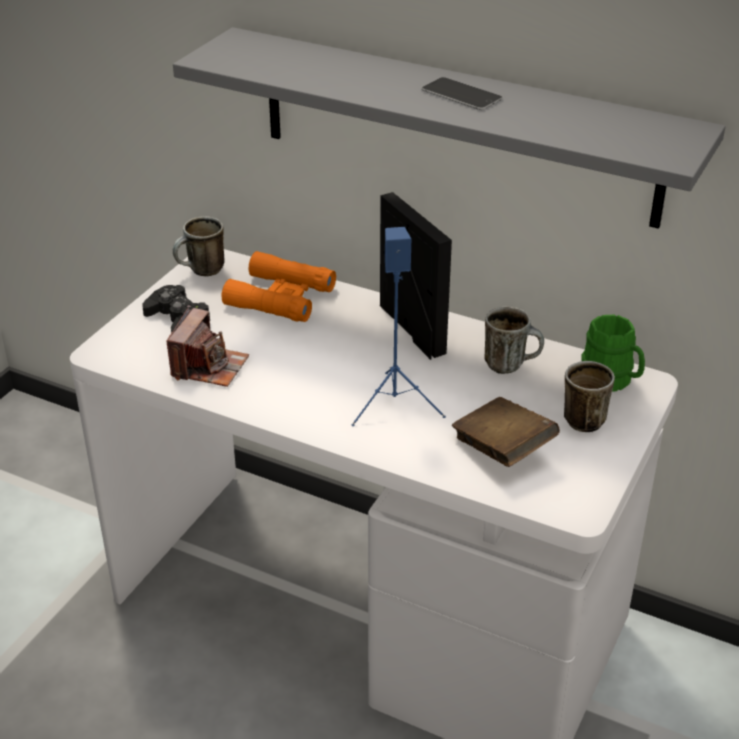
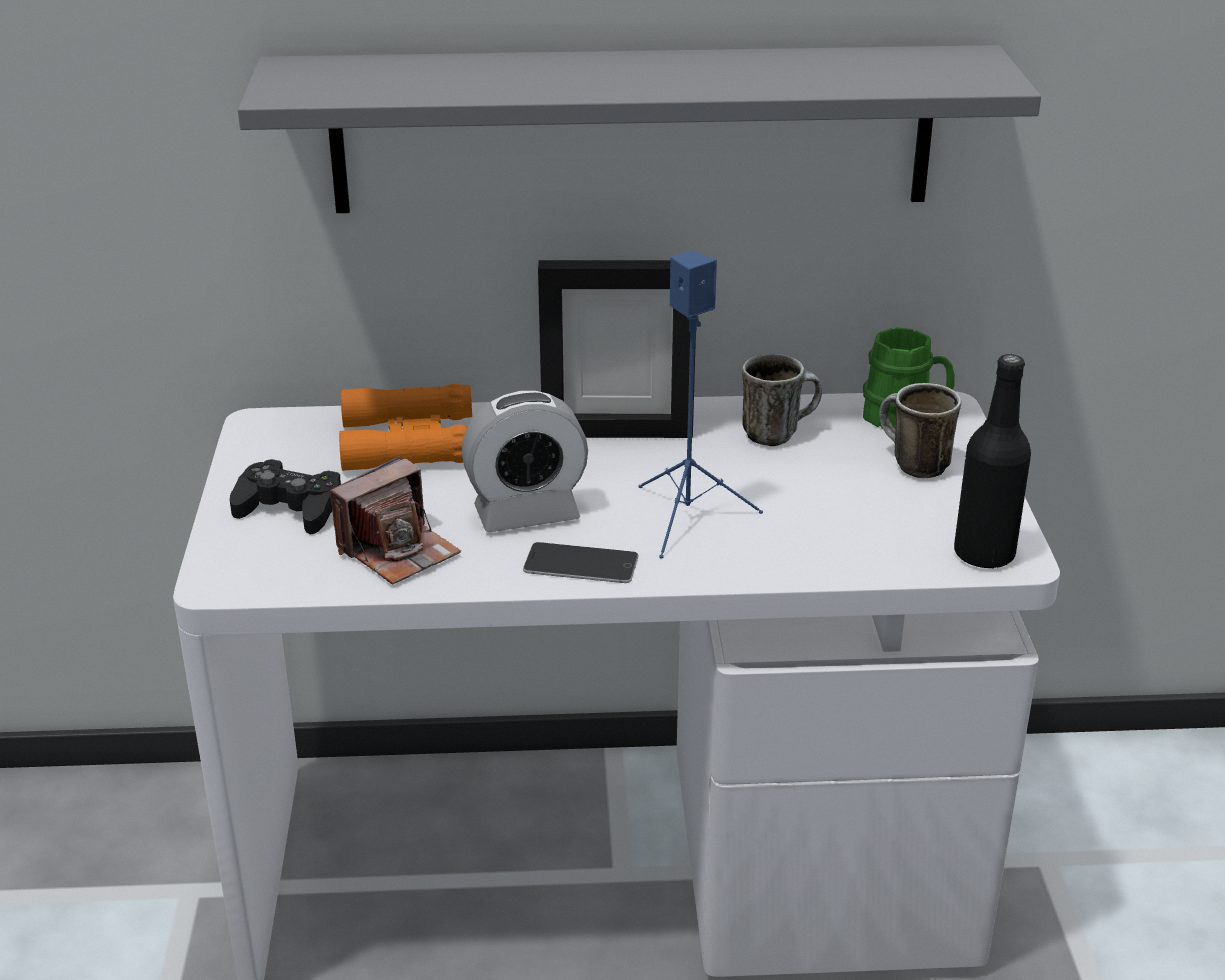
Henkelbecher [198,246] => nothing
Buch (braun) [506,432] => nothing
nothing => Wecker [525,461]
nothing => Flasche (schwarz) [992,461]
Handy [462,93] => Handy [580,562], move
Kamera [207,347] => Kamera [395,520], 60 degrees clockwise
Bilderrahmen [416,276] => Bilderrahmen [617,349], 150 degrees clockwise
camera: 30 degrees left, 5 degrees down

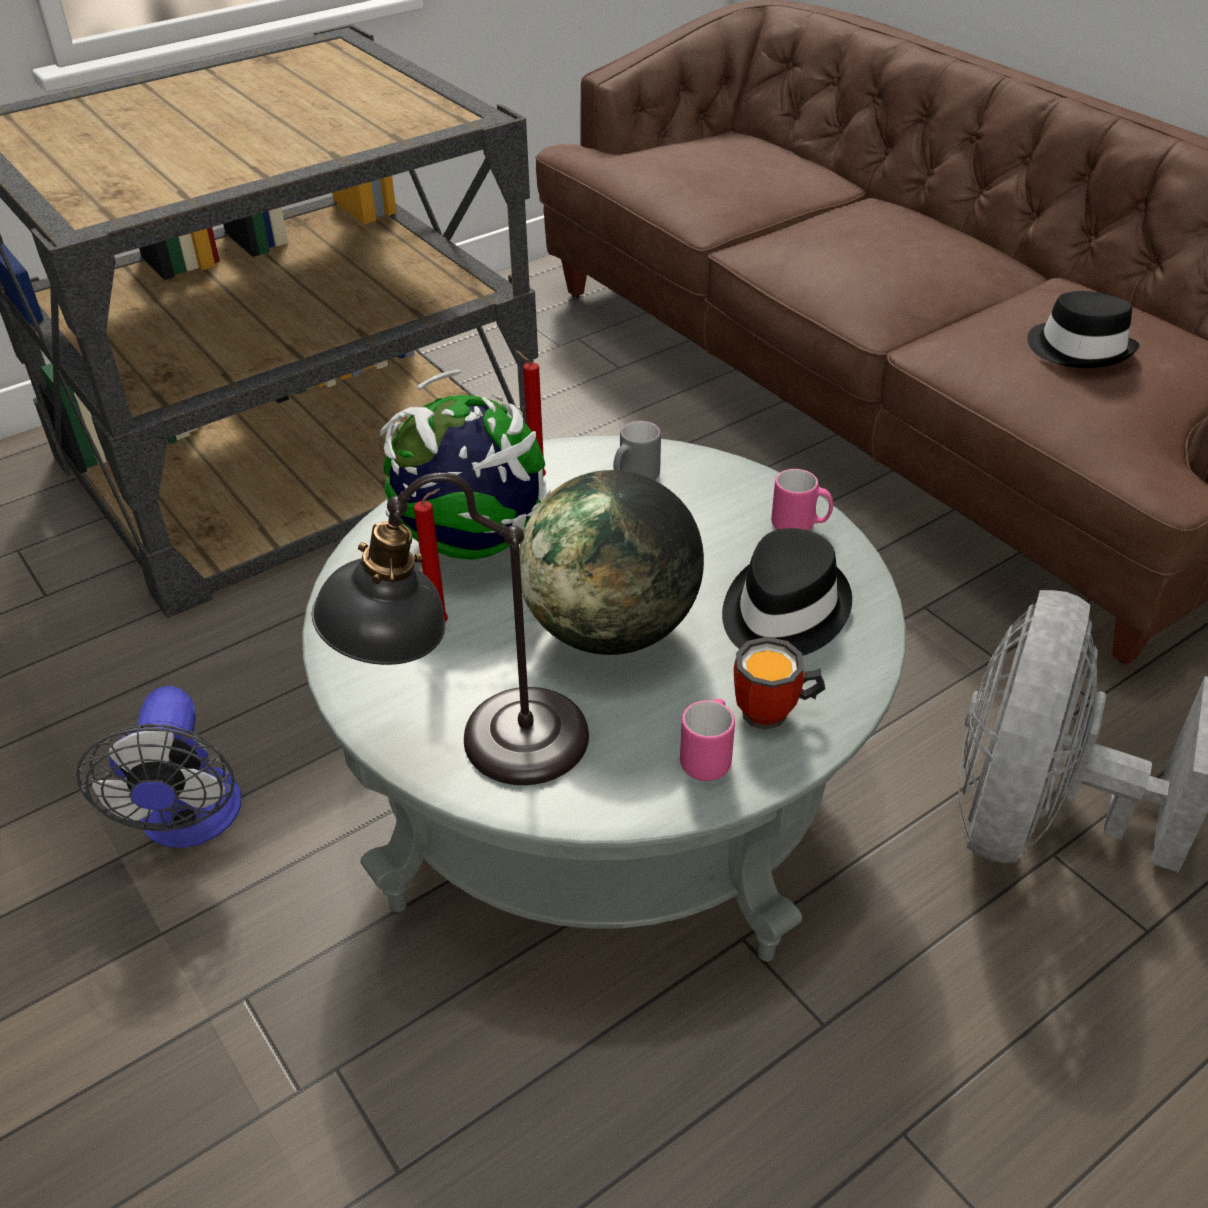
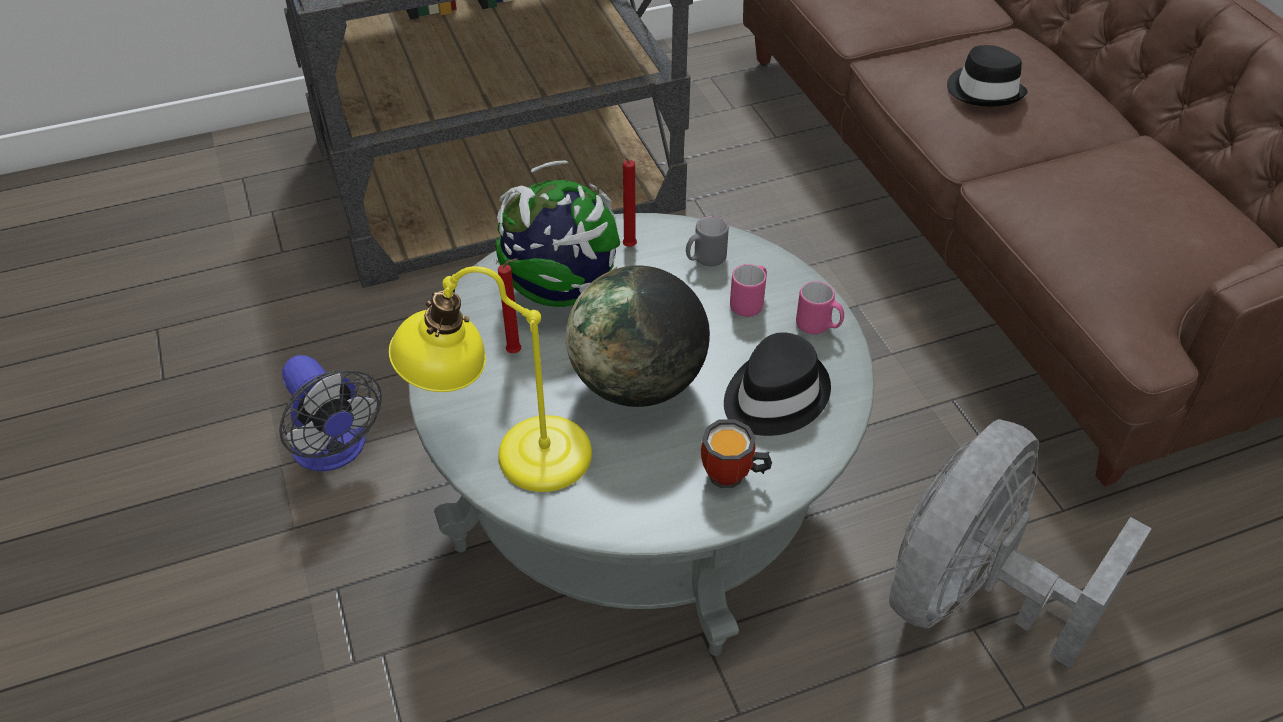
Henkelbecher (rosa) [707,739] => Henkelbecher (rosa) [748,290], move
Hut (schwarz) [1083,329] => Hut (schwarz) [987,75], move
Tischlampe (grau) [450,628] => Tischlampe (gelb) [490,379]
Ventilator [158,767] => Ventilator [330,413], 45 degrees counterclockwise
camera: 15 degrees right, 5 degrees up

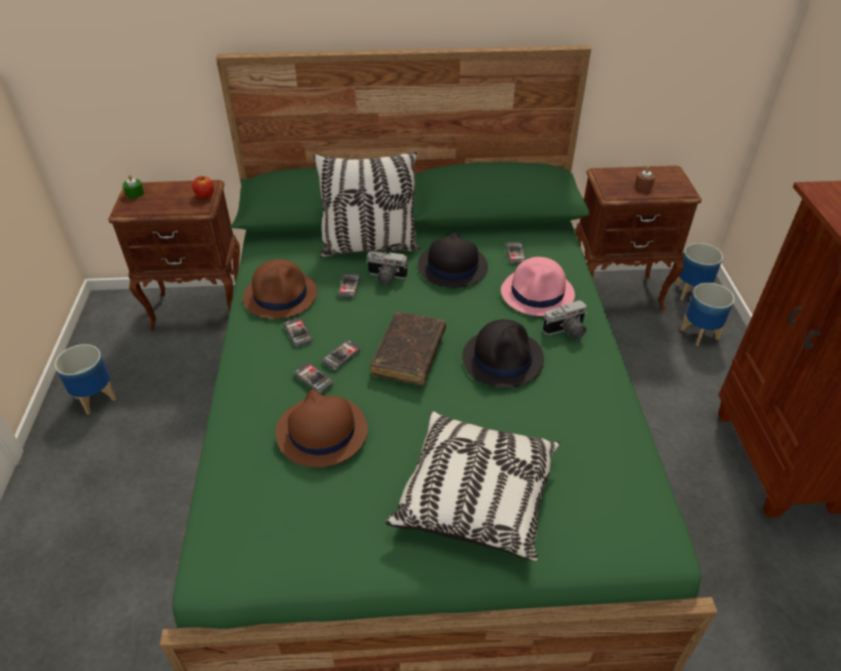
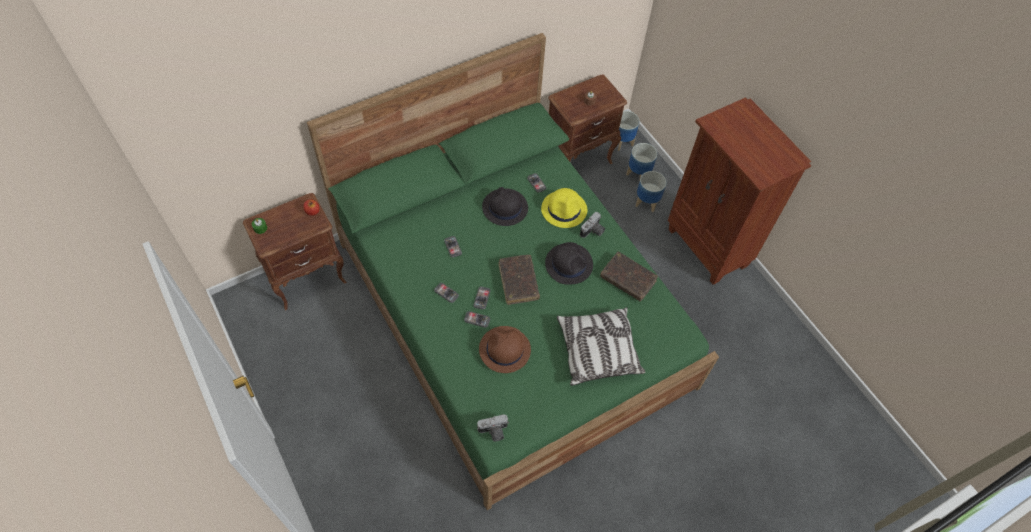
Hut (braun) [280,289] => nothing
Kissen [366,204] => nothing
nothing => Buch (braun) [629,276]
Pflanzkübel [86,379] => Pflanzkübel [651,191], move
Kamera [387,268] => Kamera [493,427], move
Hut (rosa) [538,286] => Hut (gelb) [564,208]
camera: 30 degrees left, 15 degrees up

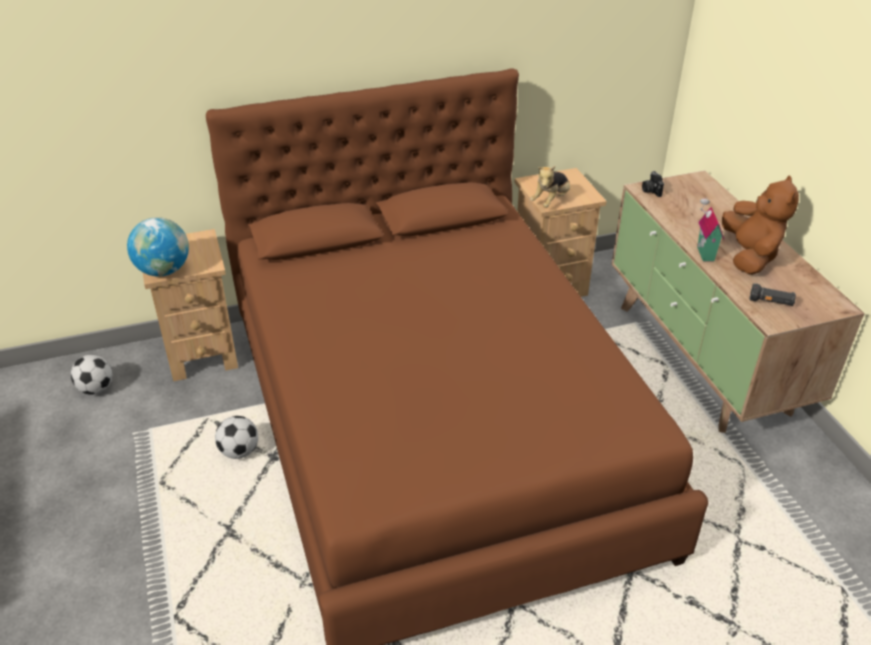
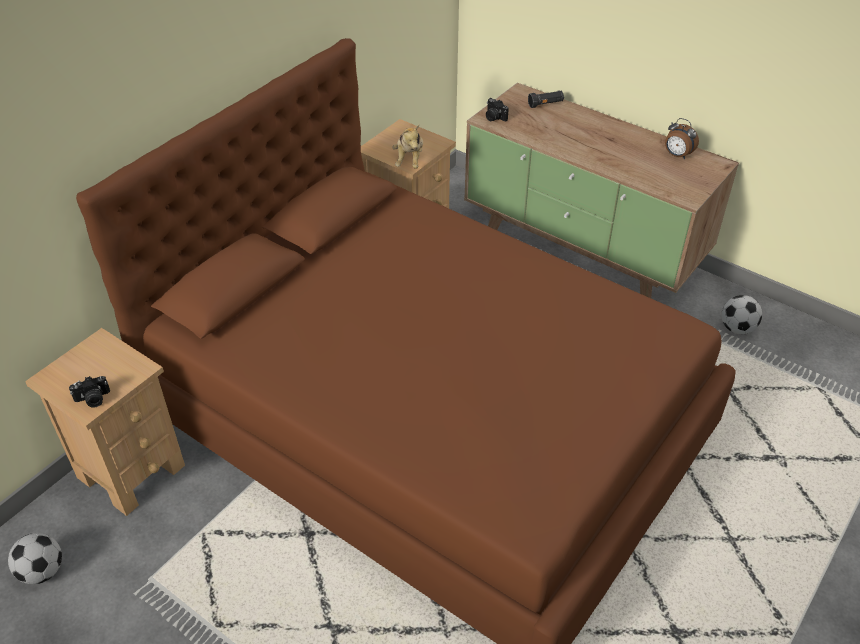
Spielzeughaus [710,229] => nothing
Plüschtier (braun) [760,225] => nothing
nothing => Wecker [682,138]
Fußball [236,437] => Fußball [741,314], move
Taschenlampe (schwarz) [773,294] => Taschenlampe (schwarz) [546,99], move
Globus [158,247] => Kamera [89,392]
camera: 35 degrees left, 5 degrees up

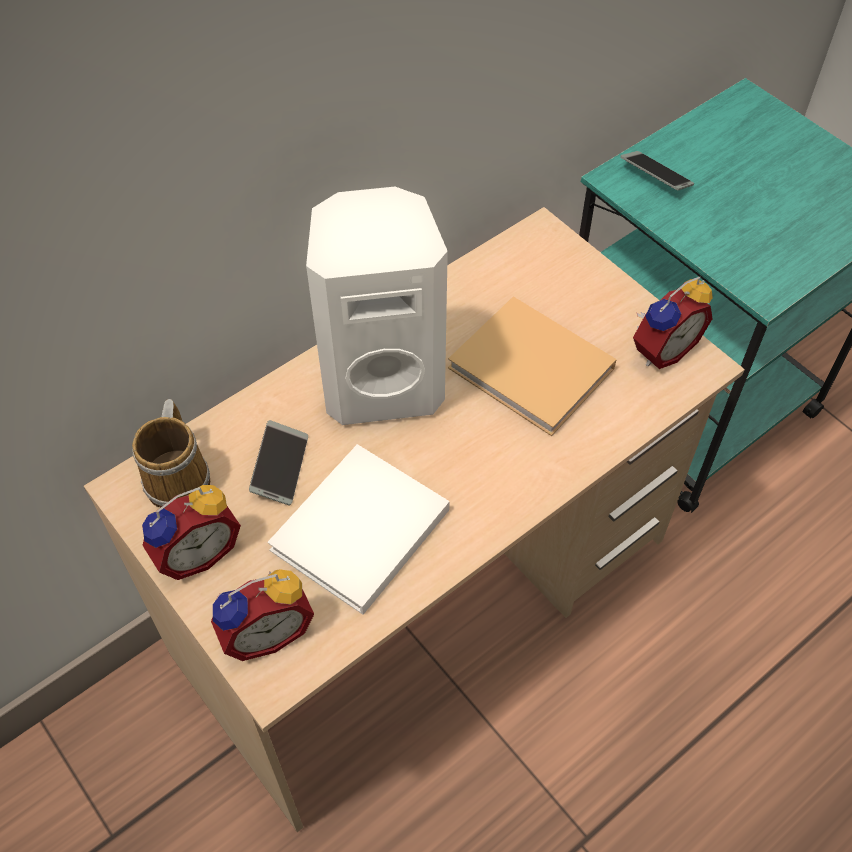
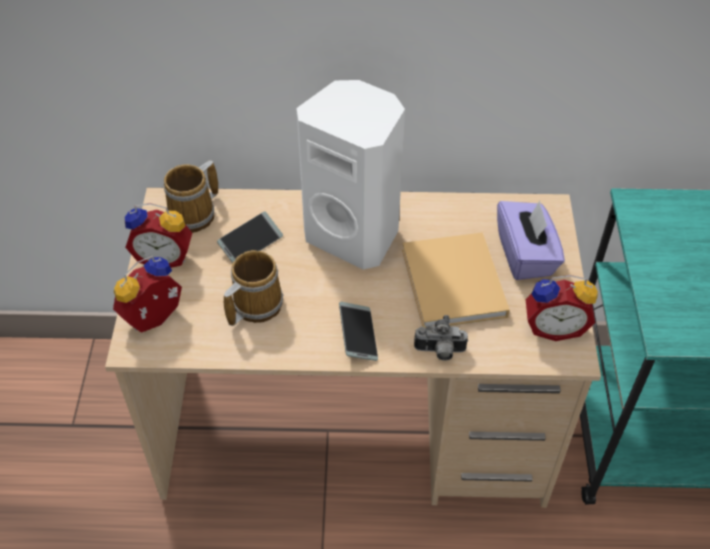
nothing => Kamera [441,338]
nothing => Taschentuchbox (lila) [531,240]
Handy [657,170] => Handy [358,331], move
Buch (weiß) [358,529] => Henkelbecher [253,288]
Wecker [262,615] => Wecker [147,294], 120 degrees clockwise
camera: 40 degrees right, 5 degrees down

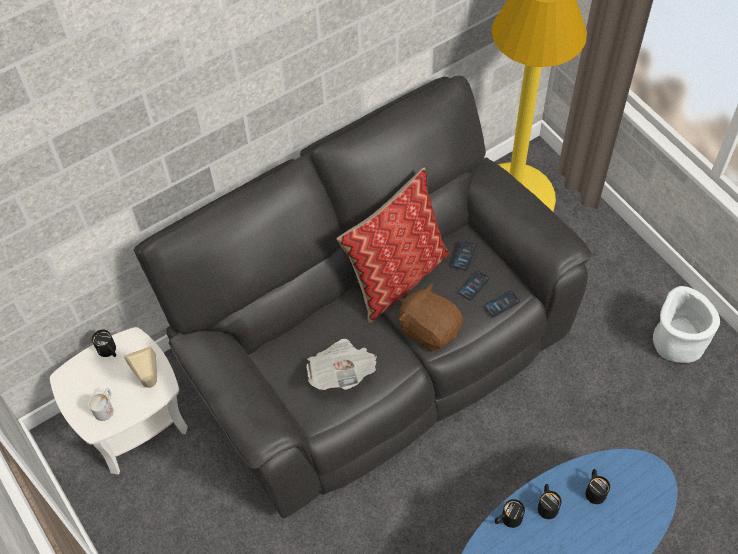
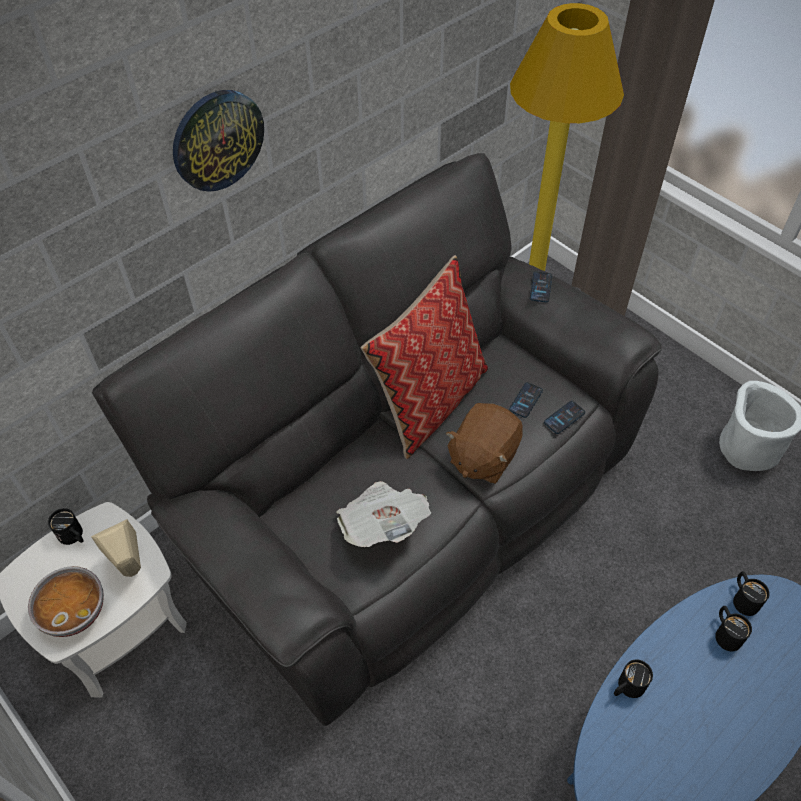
nothing => Wanduhr [218,141]
Handy [464,256] => Handy [541,287], move
Henkelbecher (schwarz) [550,501] => Henkelbecher (schwarz) [751,593], move
Henkelbecher (weiß) [101,404] => Schüssel [66,601]
Plüschtier (braun) [431,317] => Plüschtier (braun) [484,443], 90 degrees counterclockwise
camera: 10 degrees left, 5 degrees down

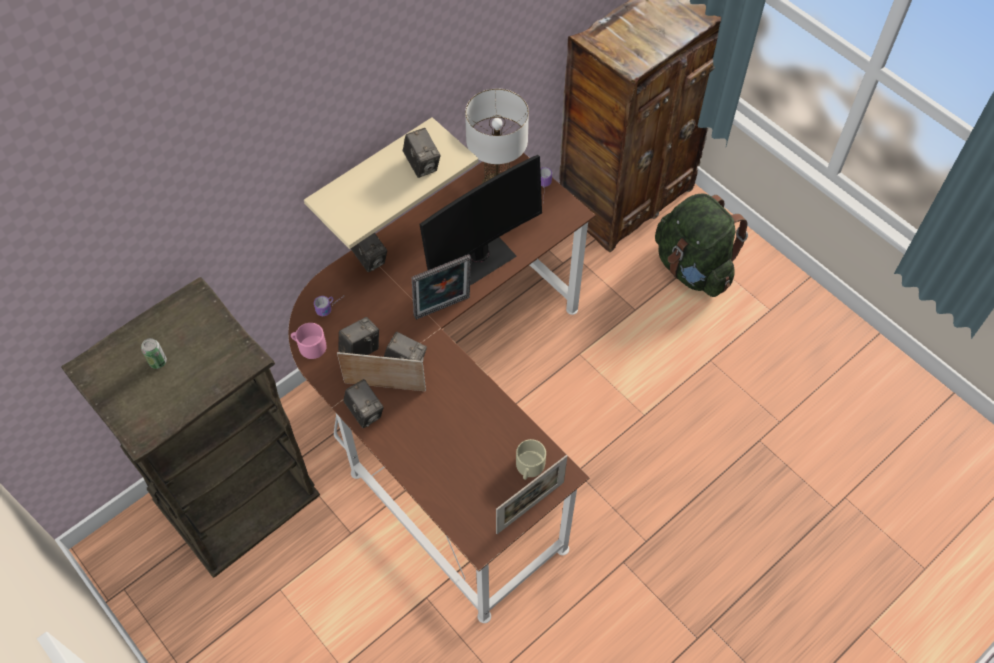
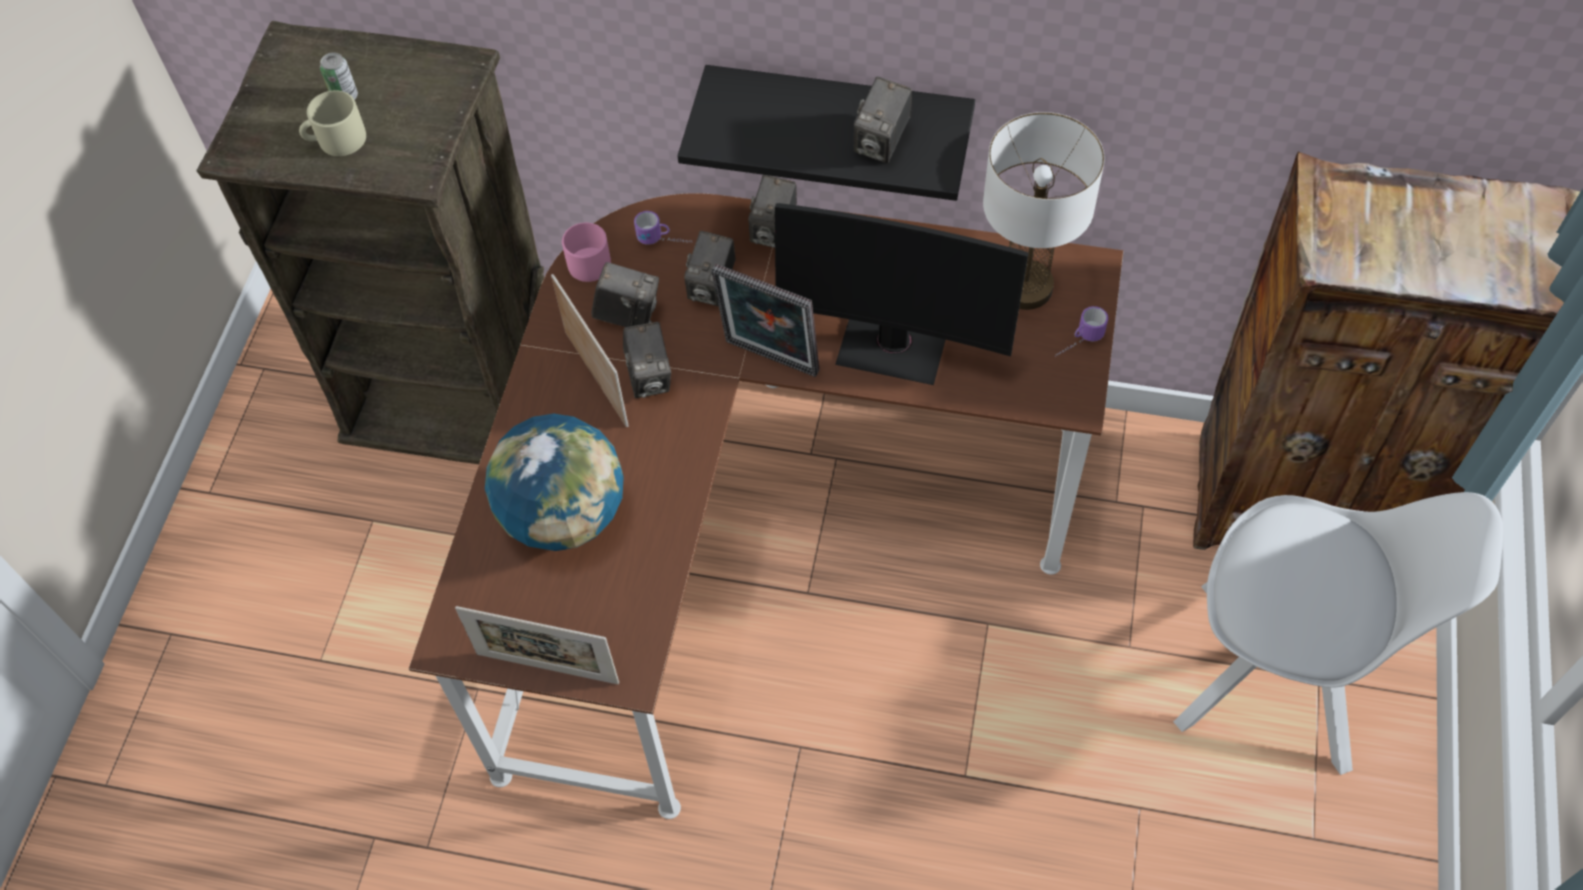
nothing => Globus [554,482]
Kamera [364,403] => Kamera [710,268], move
Henkelbecher (beige) [531,459] => Henkelbecher (beige) [332,123], move
Rucksack (grün) [701,245] => Stuhl (weiß) [1338,633]
Wandregal (beige) [391,183] => Wandregal (schwarz) [826,133]
camera: 55 degrees right, 0 degrees up

